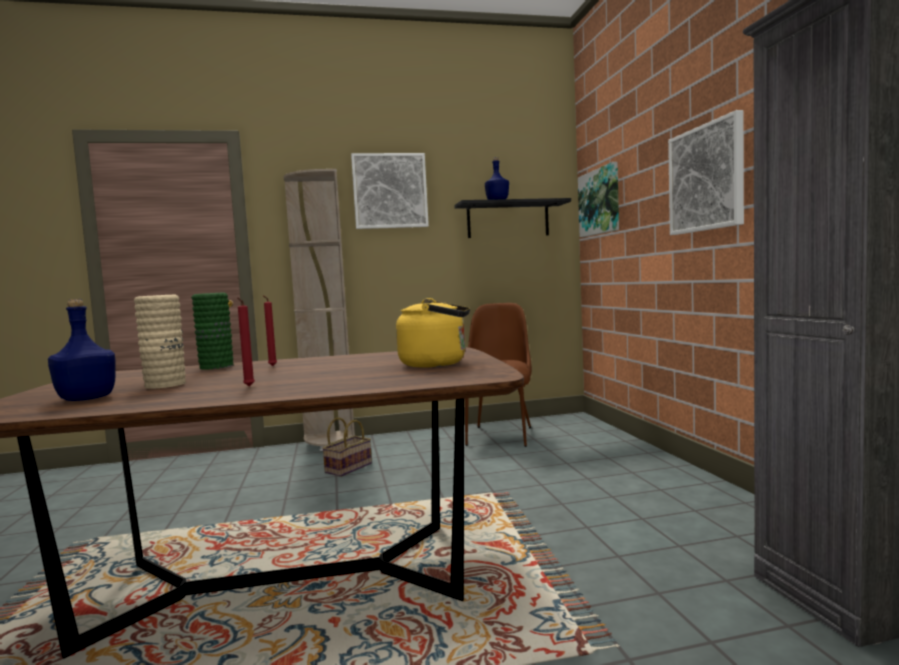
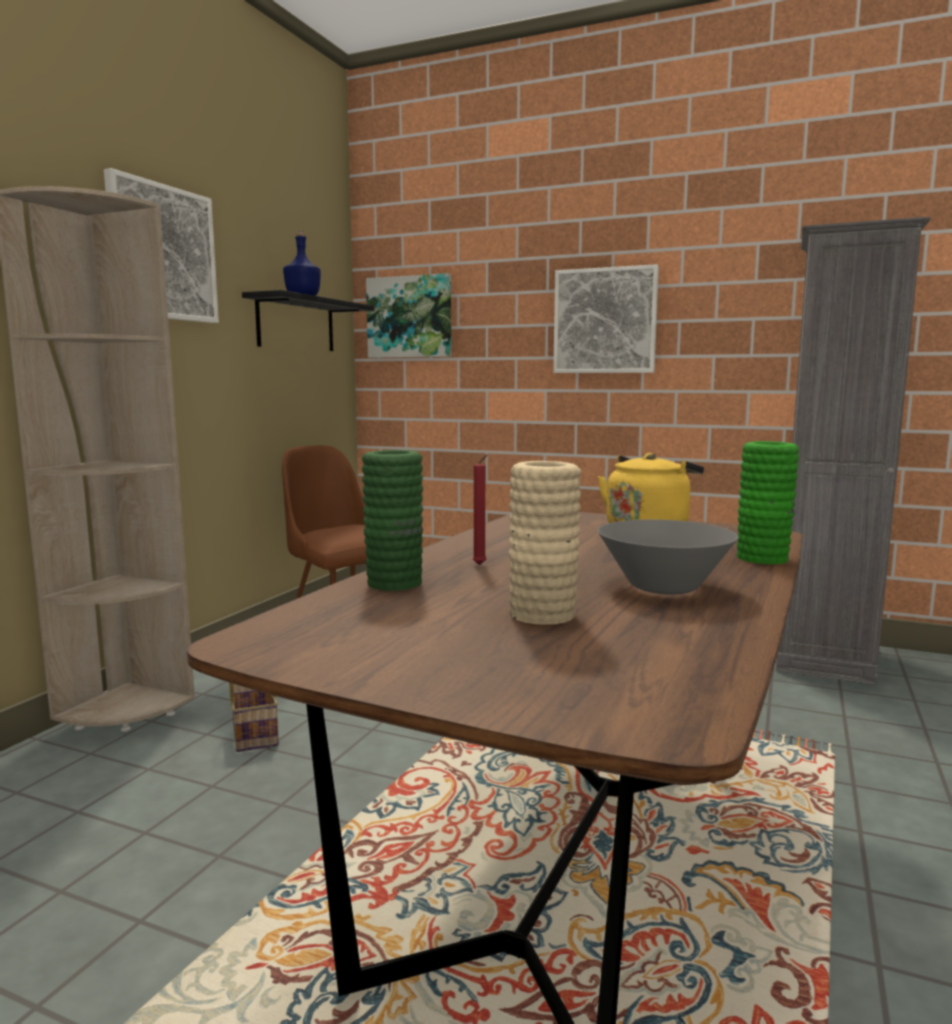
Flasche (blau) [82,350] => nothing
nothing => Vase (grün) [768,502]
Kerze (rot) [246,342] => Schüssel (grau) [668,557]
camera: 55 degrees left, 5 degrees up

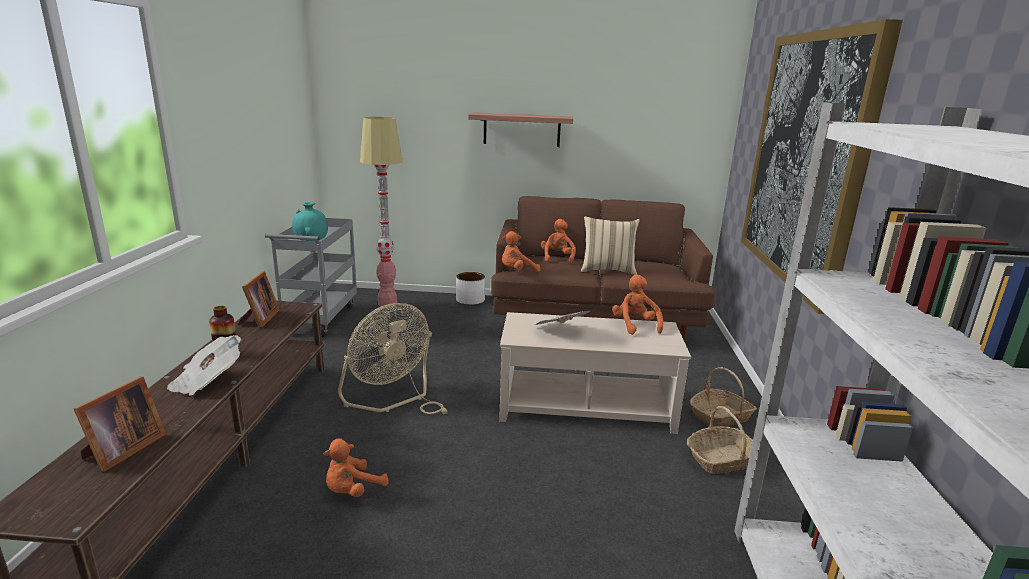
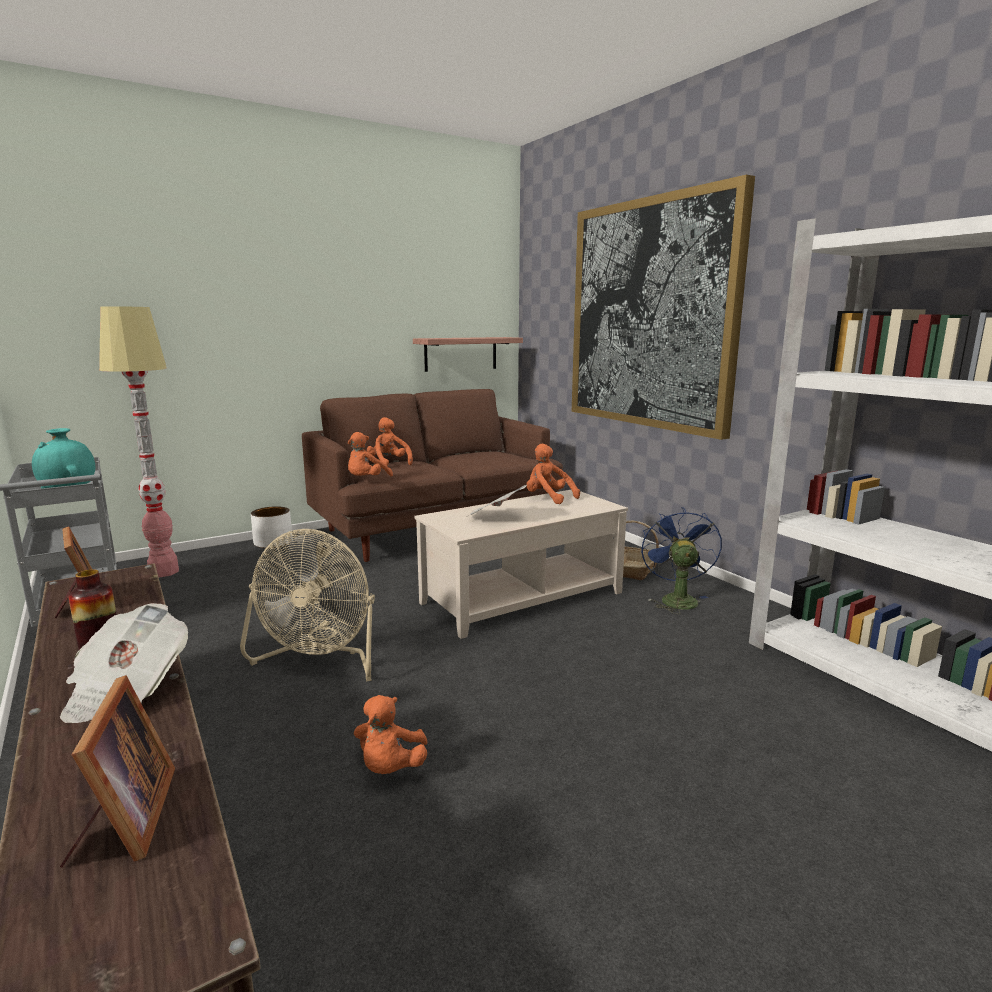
Kissen (beige) [610,245] => nothing
Wandregal [520,129] => Wandregal [468,354], move
Korb [720,440] => Ventilator (blau) [681,560]
Ventilator (beige) [393,358] => Ventilator (beige) [307,605], 90 degrees counterclockwise
camera: 35 degrees left, 5 degrees down

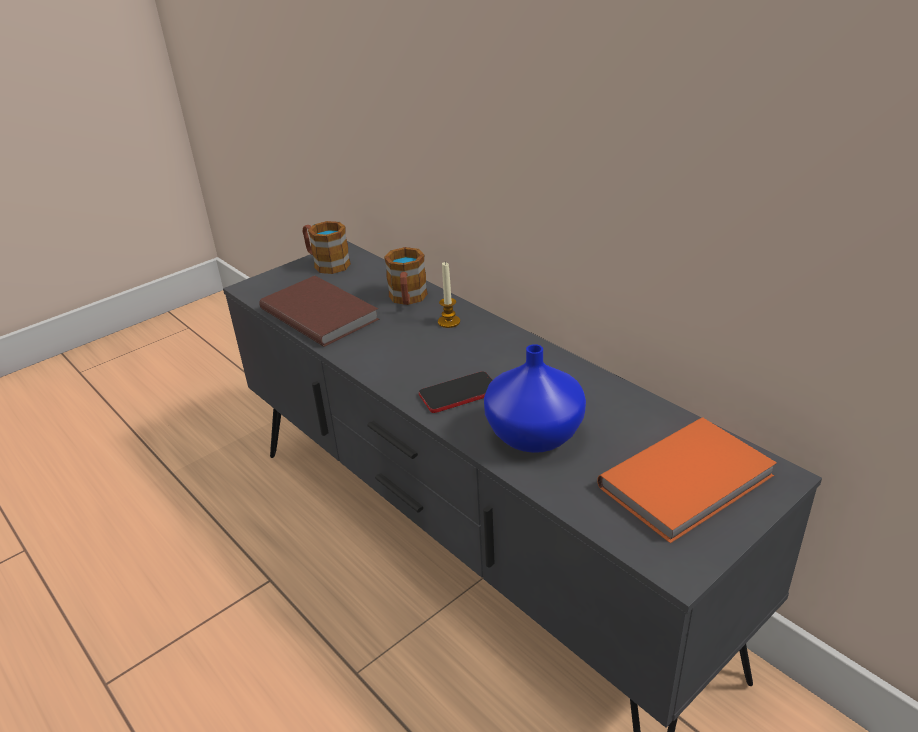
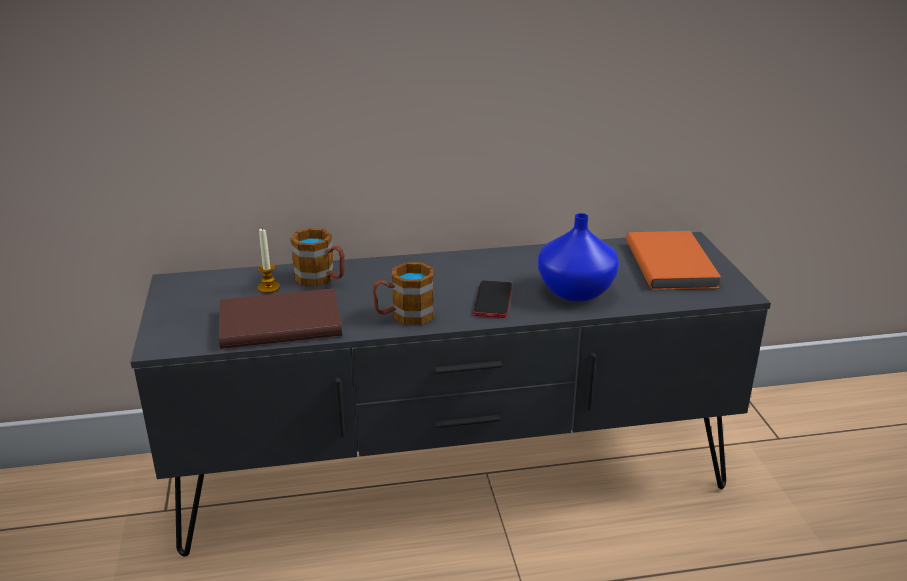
Henkelbecher [327,247] => Henkelbecher [403,293], move
Kerze [449,295] => Kerze [268,261], move
camera: 60 degrees left, 5 degrees down

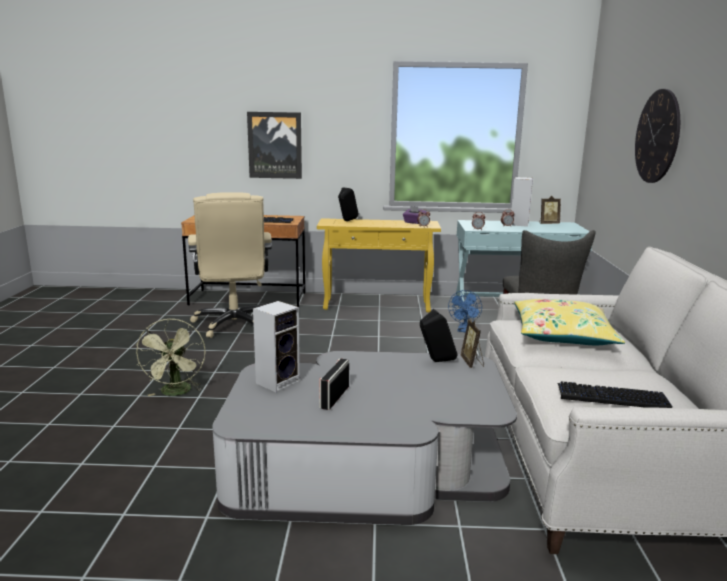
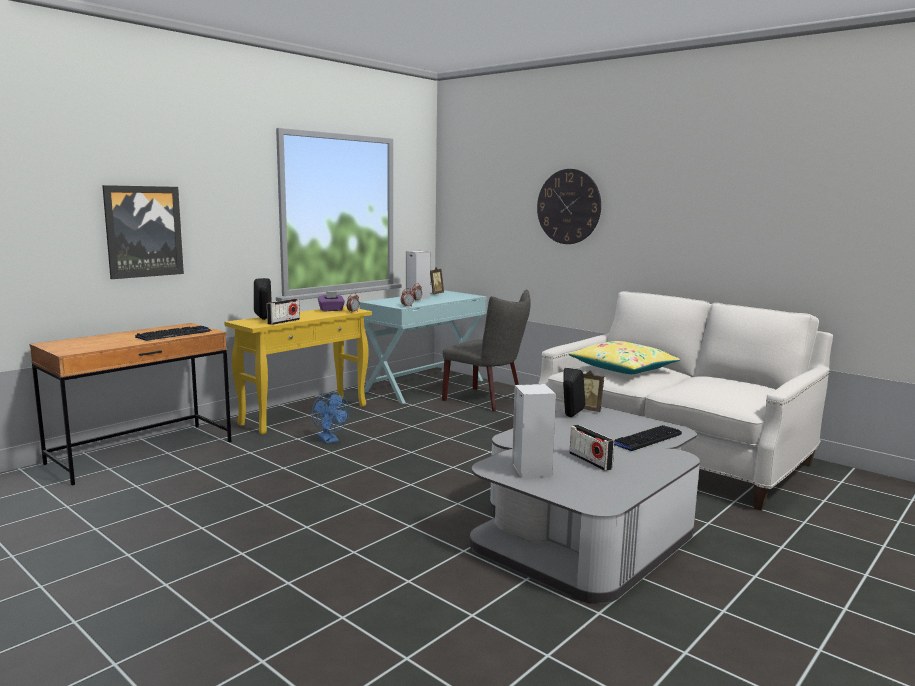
Ventilator (grün) [170,357] => nothing
Bürostuhl (beige) [230,265] => nothing
nothing => Radio [283,312]
Ventilator (blau) [465,311] => Ventilator (blau) [331,418], move
Tastatur [615,394] => Tastatur [648,438], move
camera: 50 degrees left, 5 degrees down

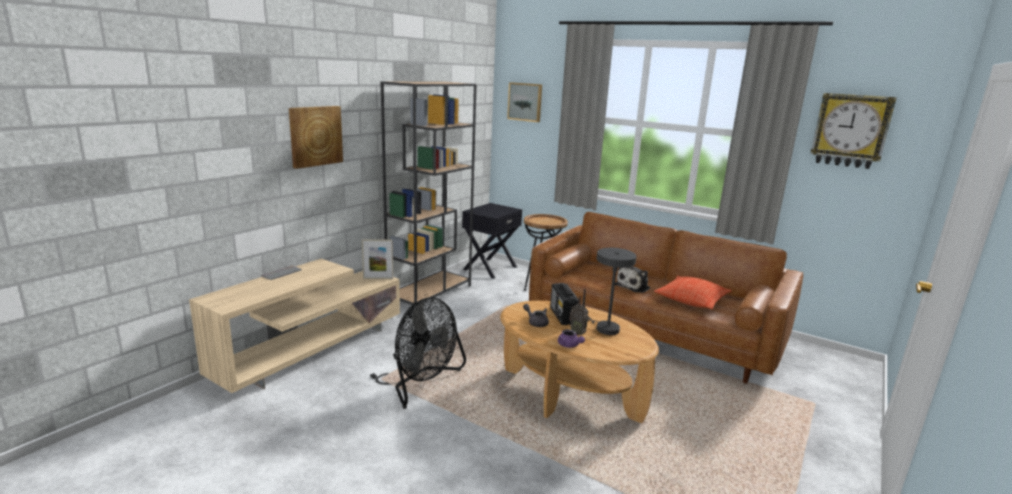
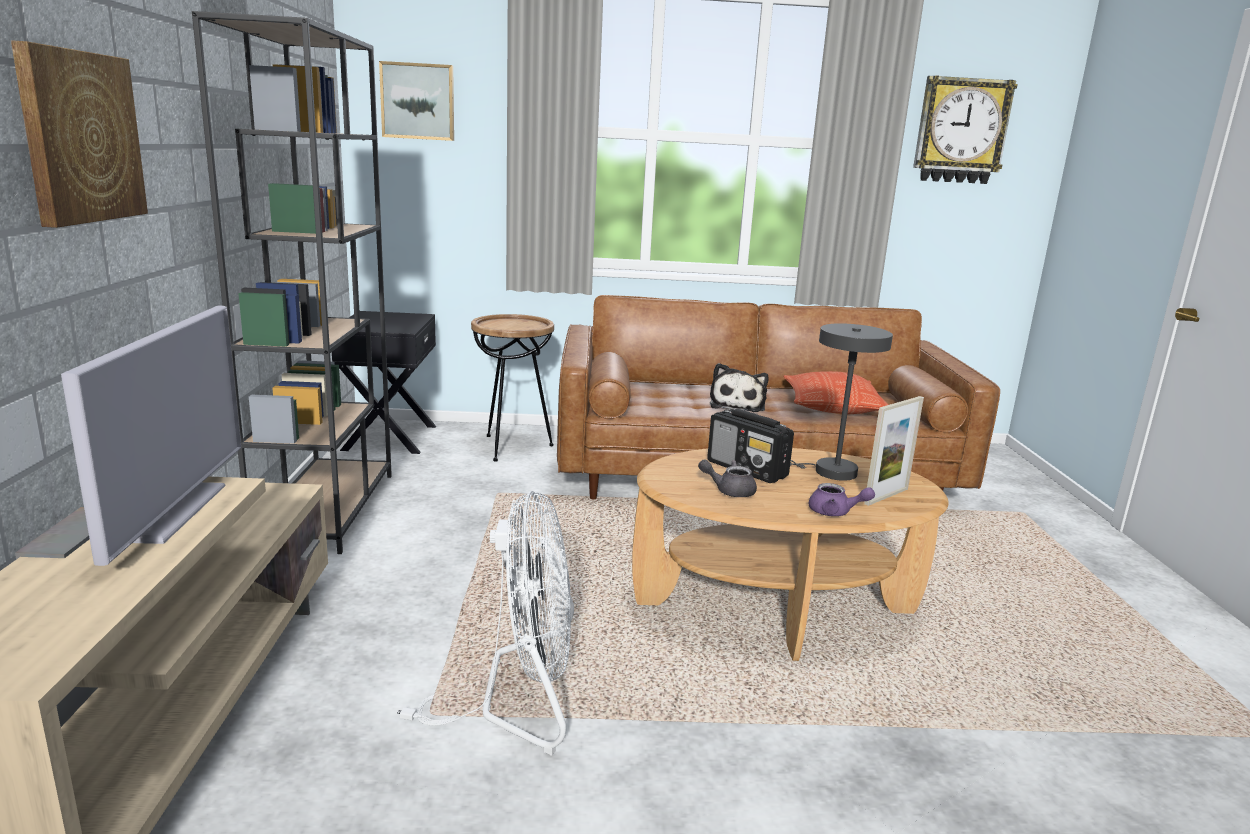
Radio [578,312] => nothing
nothing => Fernseher [151,436]
Bilderrahmen [377,259] => Bilderrahmen [894,451], move
Ventilator (schwarz) [418,353] => Ventilator (weiß) [485,623]
camera: 35 degrees left, 0 degrees up

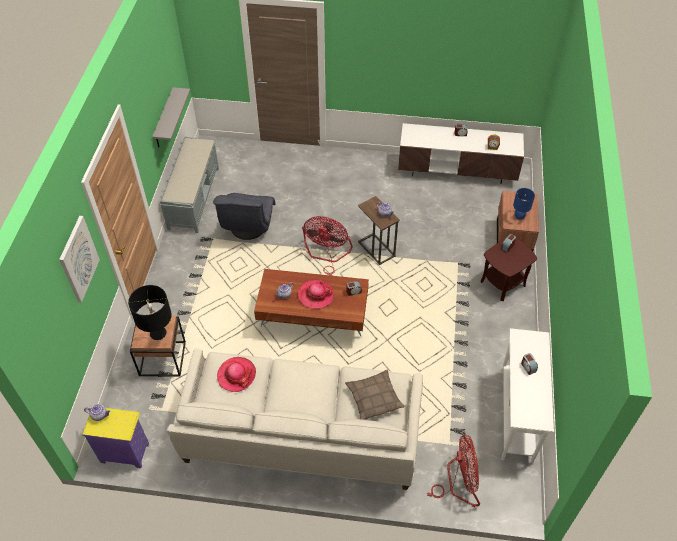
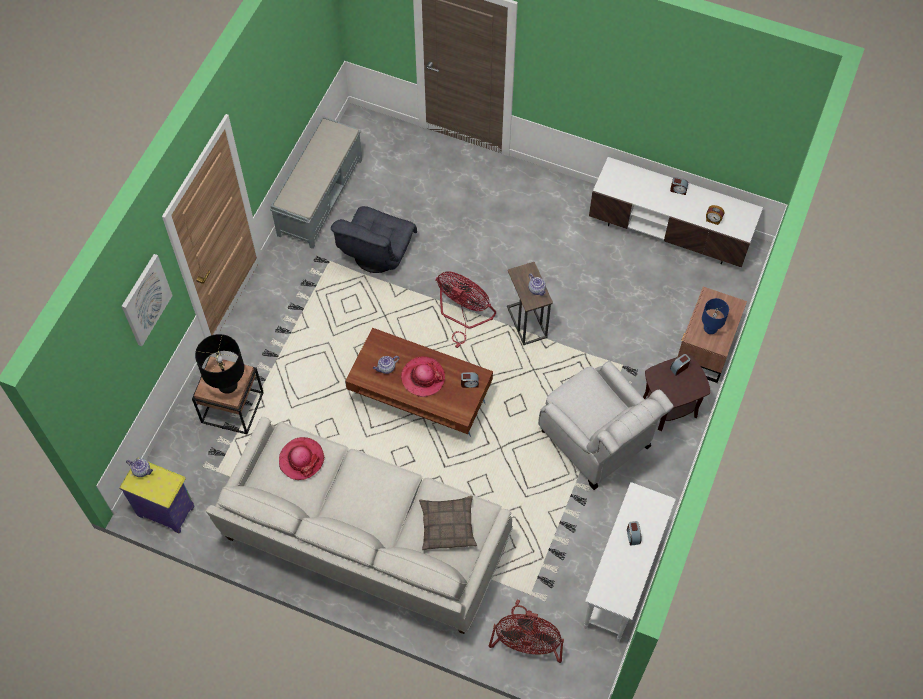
Wandregal (grau) [171,117] => nothing
nothing => Sessel (weiß) [606,425]
Ventilator (rot) [453,470] => Ventilator (rot) [526,631], 90 degrees clockwise
camera: 15 degrees right, 10 degrees up

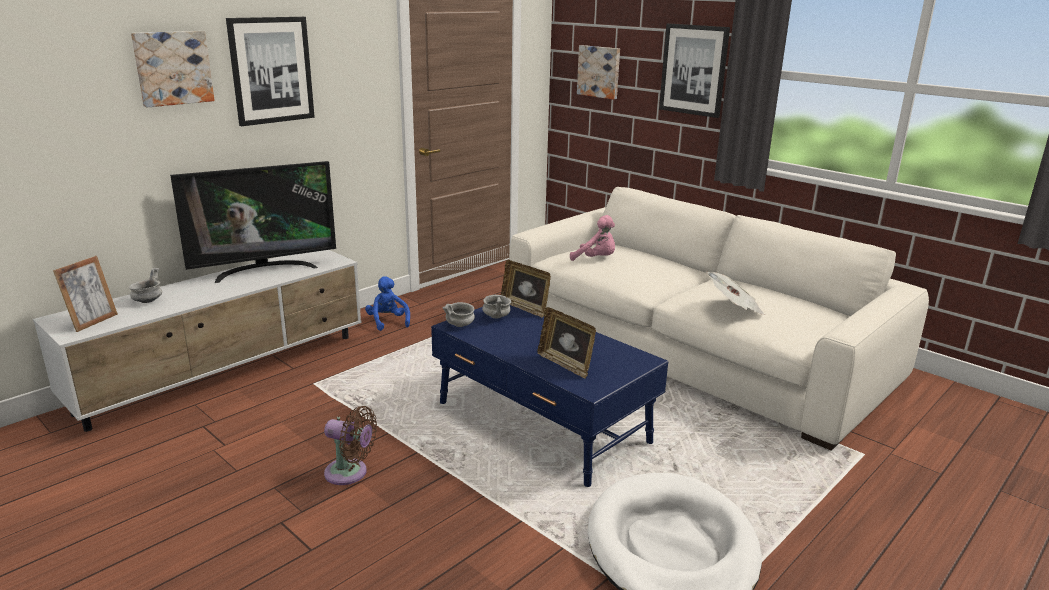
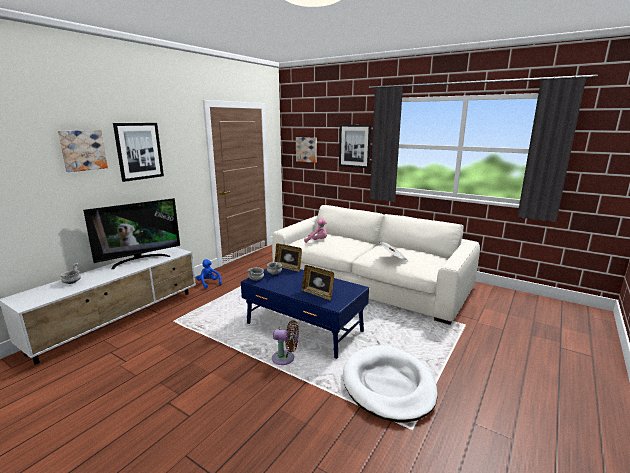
Bilderrahmen [85,294] => nothing
Ventilator (braun) [350,445] => Ventilator (braun) [285,342], move
camera: 10 degrees left, 5 degrees down

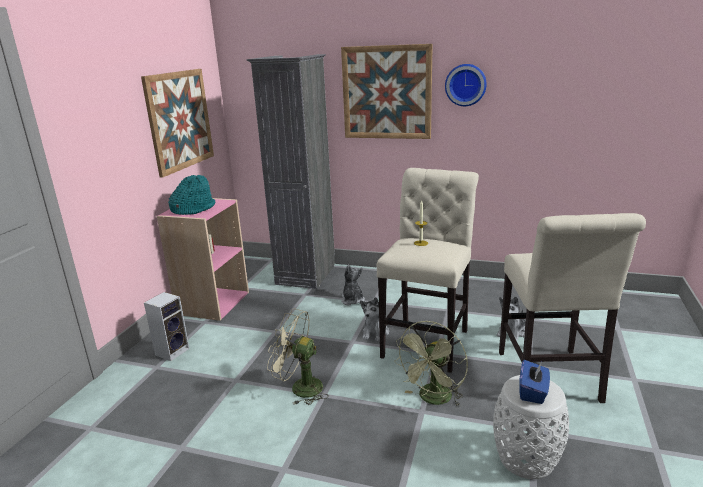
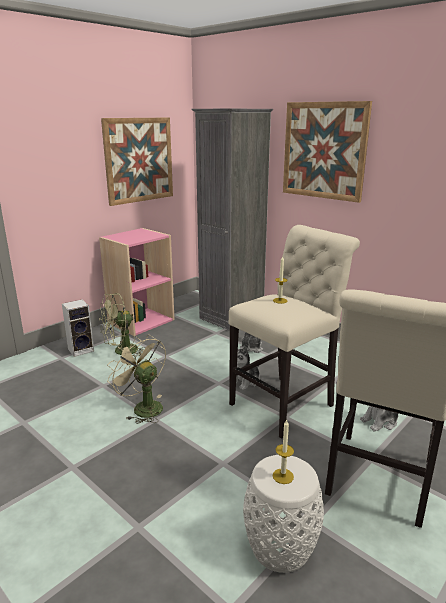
Hut (türkis) [192,195] => nothing
Wanduhr [466,85] => nothing
Ventilator (grün) [431,363] => Ventilator (grün) [122,324], move
Taschentuchbox (blau) [534,382] => Kerze [283,452]
camera: 25 degrees right, 0 degrees up

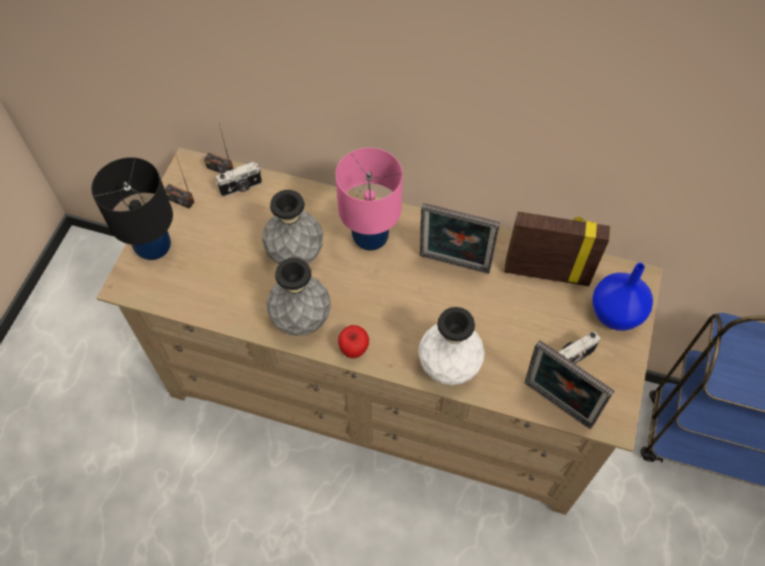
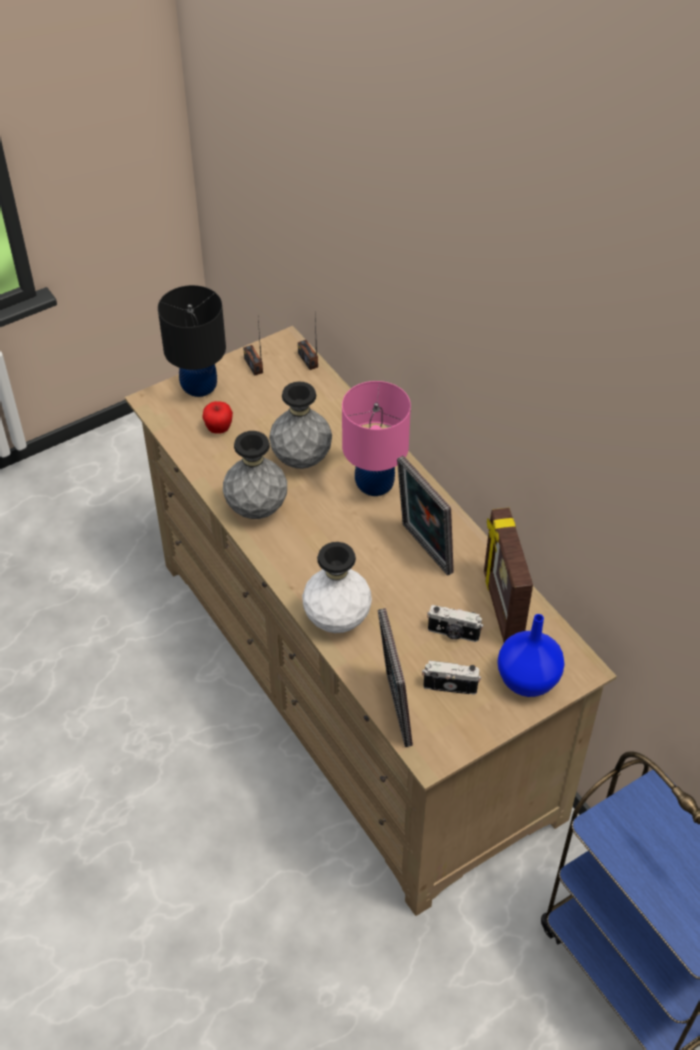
Kamera [239,179] => Kamera [455,623], move
Apfel [353,341] => Apfel [217,417], move
Bilderrahmen [557,249] => Bilderrahmen [508,575], 150 degrees counterclockwise
camera: 40 degrees right, 10 degrees down

